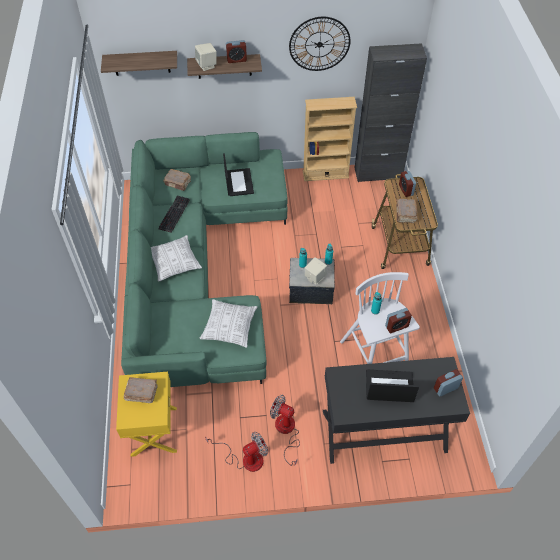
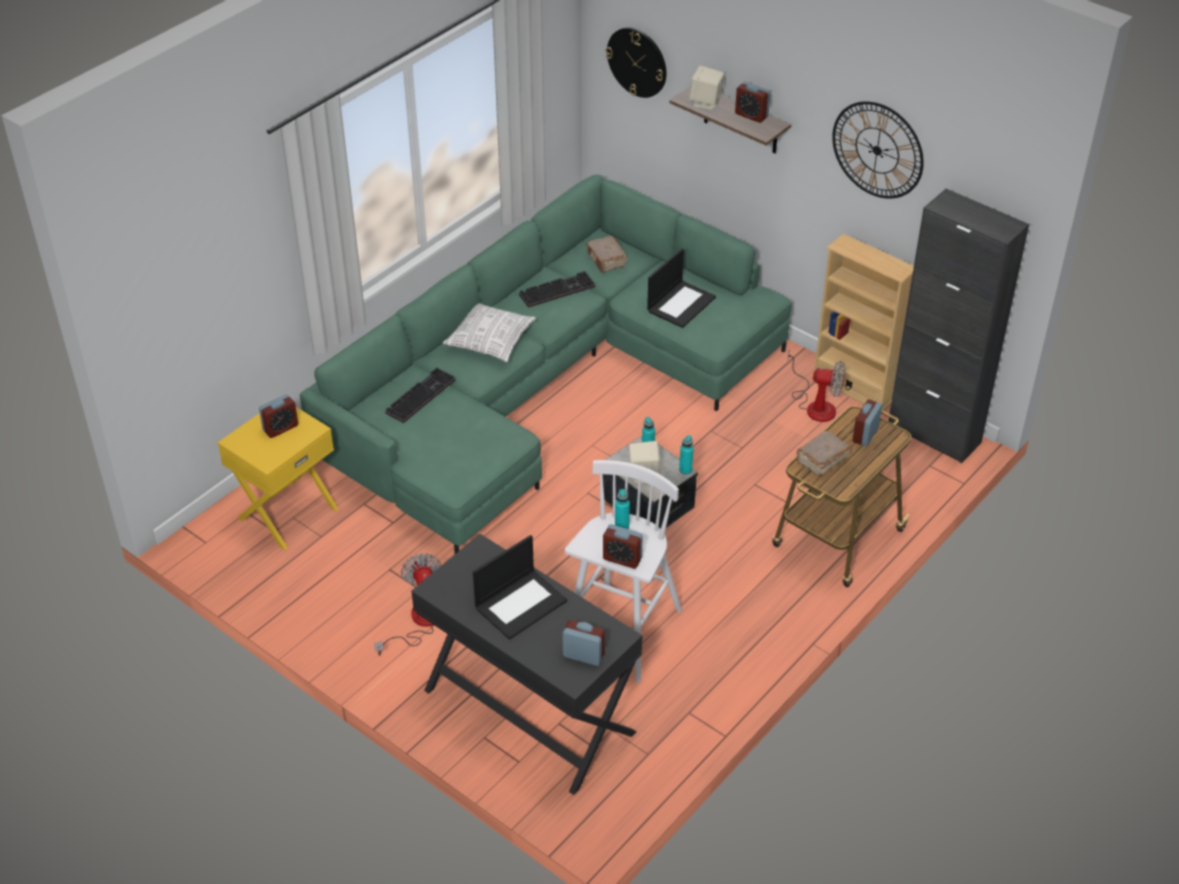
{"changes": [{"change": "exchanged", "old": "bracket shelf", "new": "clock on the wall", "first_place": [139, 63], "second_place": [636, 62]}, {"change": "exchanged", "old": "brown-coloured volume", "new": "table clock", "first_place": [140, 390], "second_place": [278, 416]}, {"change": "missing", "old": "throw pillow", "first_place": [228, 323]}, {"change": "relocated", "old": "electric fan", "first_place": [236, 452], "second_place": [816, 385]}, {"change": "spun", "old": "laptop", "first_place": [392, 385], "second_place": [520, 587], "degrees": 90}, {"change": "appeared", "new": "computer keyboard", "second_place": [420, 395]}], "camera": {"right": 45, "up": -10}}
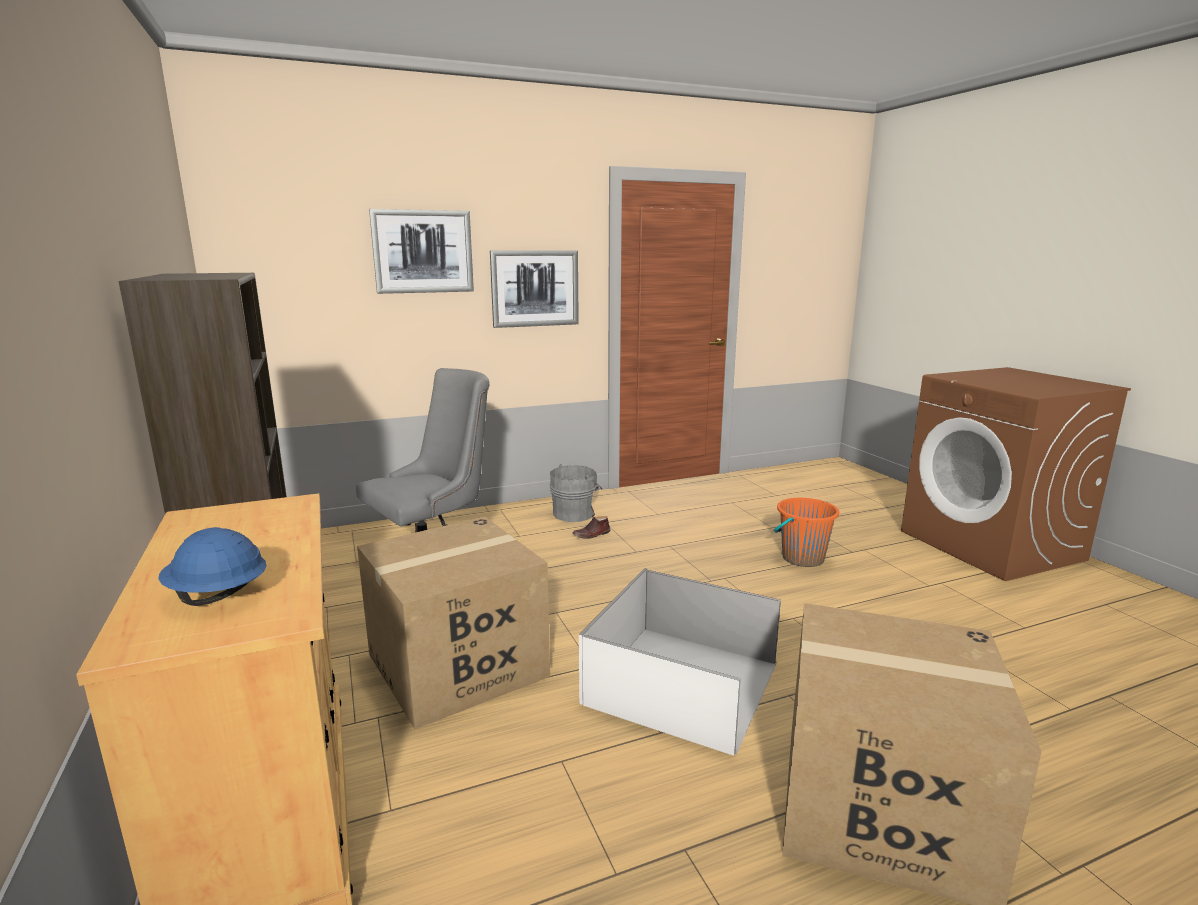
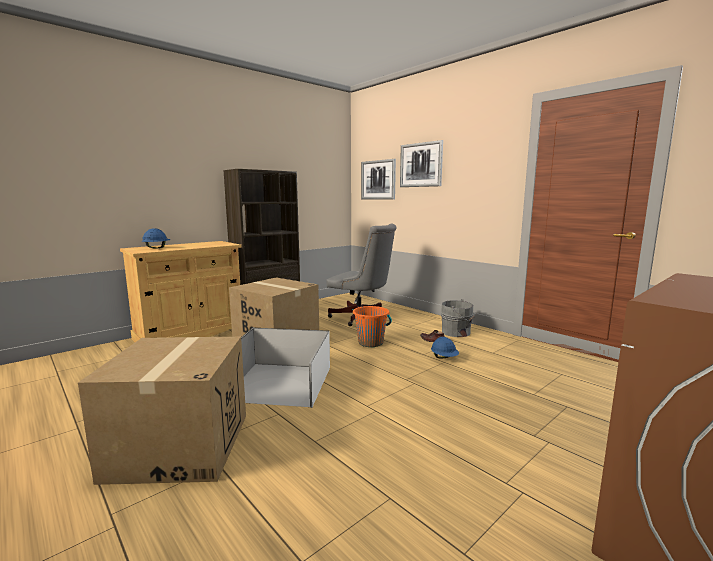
{"changes": [{"change": "relocated", "old": "picture", "first_place": [534, 289], "second_place": [378, 179]}, {"change": "relocated", "old": "orange water bucket", "first_place": [806, 532], "second_place": [372, 326]}, {"change": "appeared", "new": "blue-coloured safety helmet", "second_place": [445, 348]}], "camera": {"right": 70, "up": -5}}
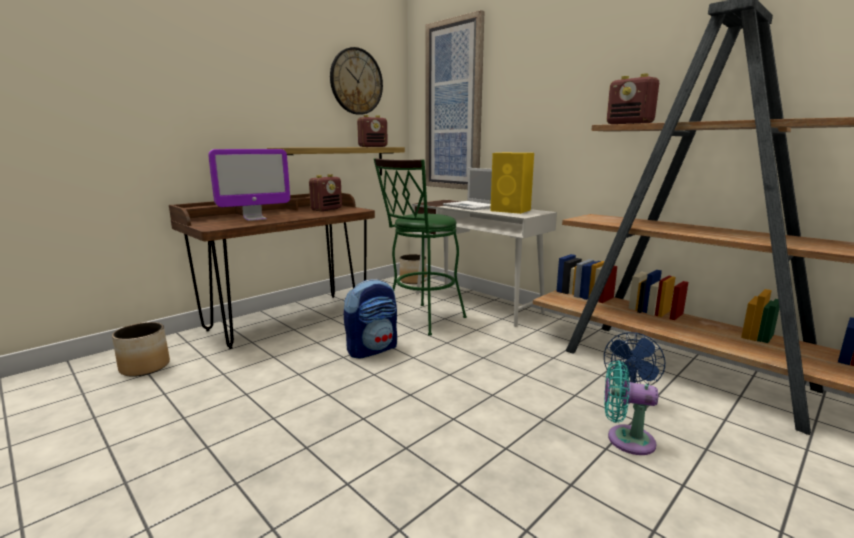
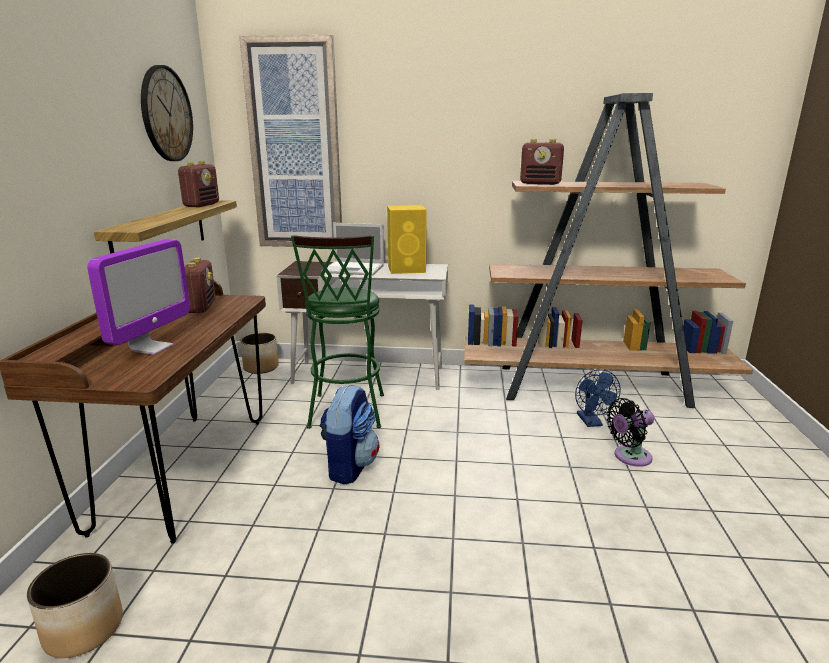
{"changes": [{"change": "colour", "old": "blue-green electric fan", "new": "blackish electric fan", "first_place": [631, 407], "second_place": [630, 432]}], "camera": {"right": -40, "up": 5}}
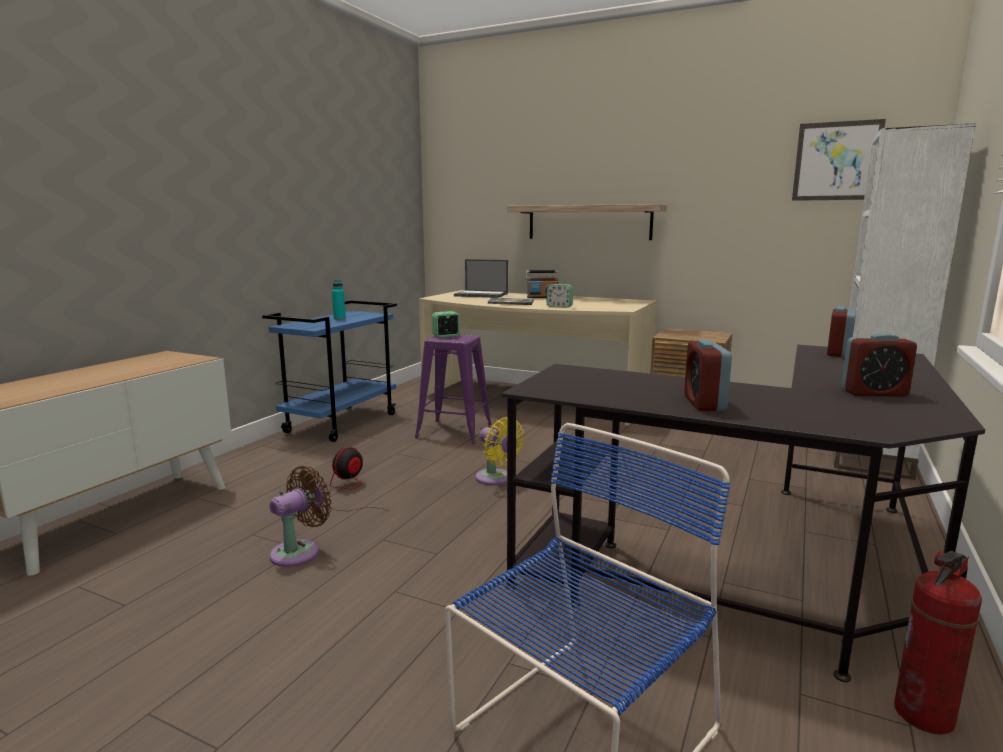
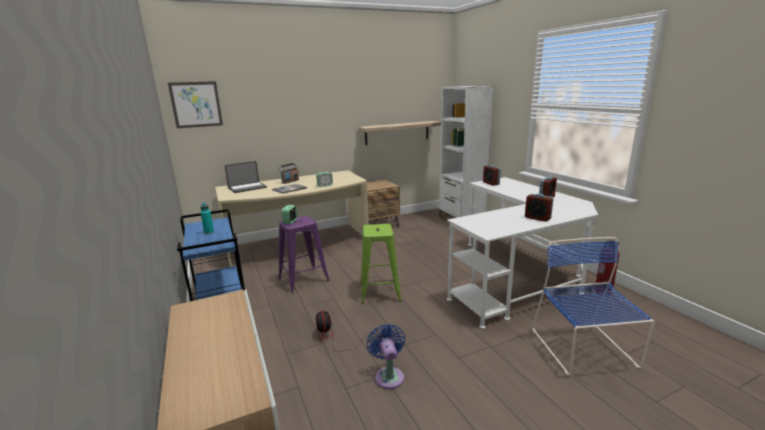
{"changes": [{"change": "colour", "old": "brown-coloured electric fan", "new": "blue-coloured electric fan", "first_place": [300, 516], "second_place": [386, 356]}, {"change": "exchanged", "old": "yellow-coloured electric fan", "new": "green sitting stool", "first_place": [499, 451], "second_place": [381, 264]}, {"change": "colour", "old": "blackish desk", "new": "white-coloured desk", "first_place": [743, 513], "second_place": [522, 253]}, {"change": "relocated", "old": "bracket shelf", "first_place": [587, 222], "second_place": [399, 133]}, {"change": "relocated", "old": "picture", "first_place": [839, 160], "second_place": [195, 104]}], "camera": {"right": -50, "up": 5}}
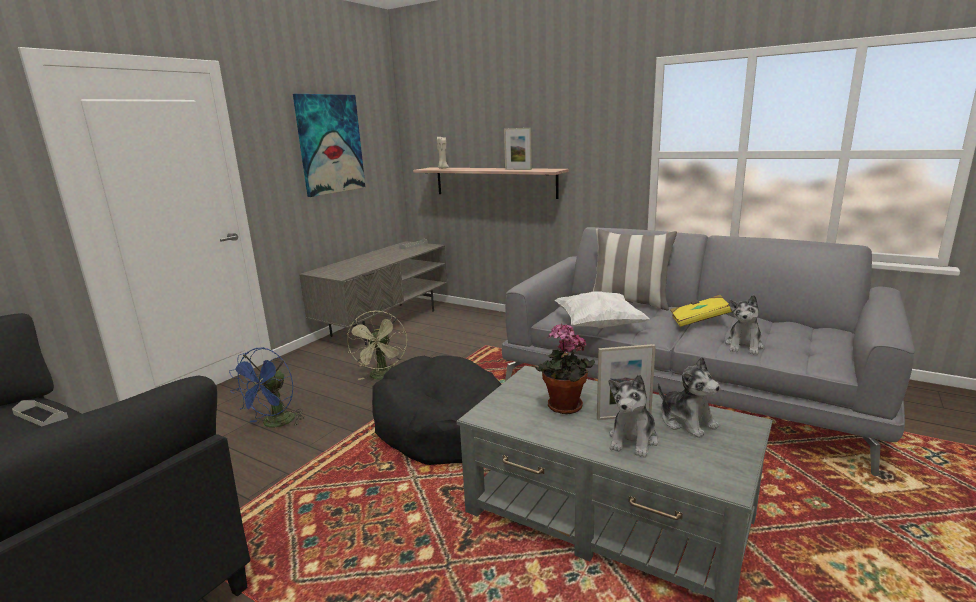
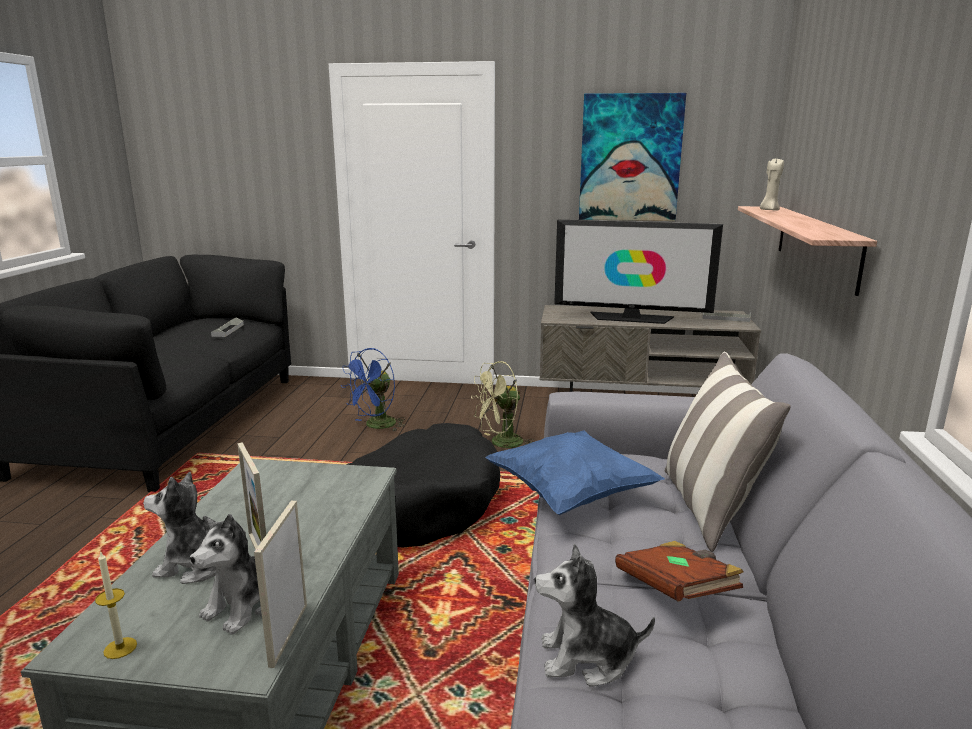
{"changes": [{"change": "spun", "old": "blue-coloured electric fan", "first_place": [267, 387], "second_place": [373, 389], "degrees": -45}, {"change": "relocated", "old": "photo frame", "first_place": [518, 149], "second_place": [280, 584]}, {"change": "missing", "old": "houseplant", "first_place": [565, 368]}, {"change": "colour", "old": "white-coloured throw pillow", "new": "blue-coloured throw pillow", "first_place": [602, 309], "second_place": [575, 473]}, {"change": "colour", "old": "yellow-coloured volume", "new": "brown-coloured volume", "first_place": [701, 311], "second_place": [679, 571]}, {"change": "appeared", "new": "wax candle", "second_place": [116, 605]}, {"change": "appeared", "new": "television", "second_place": [638, 272]}], "camera": {"right": 65, "up": 0}}
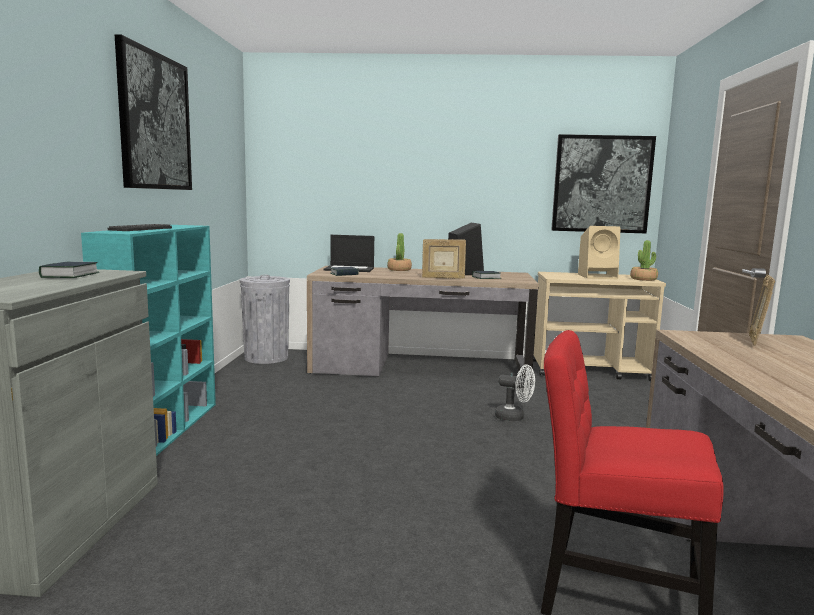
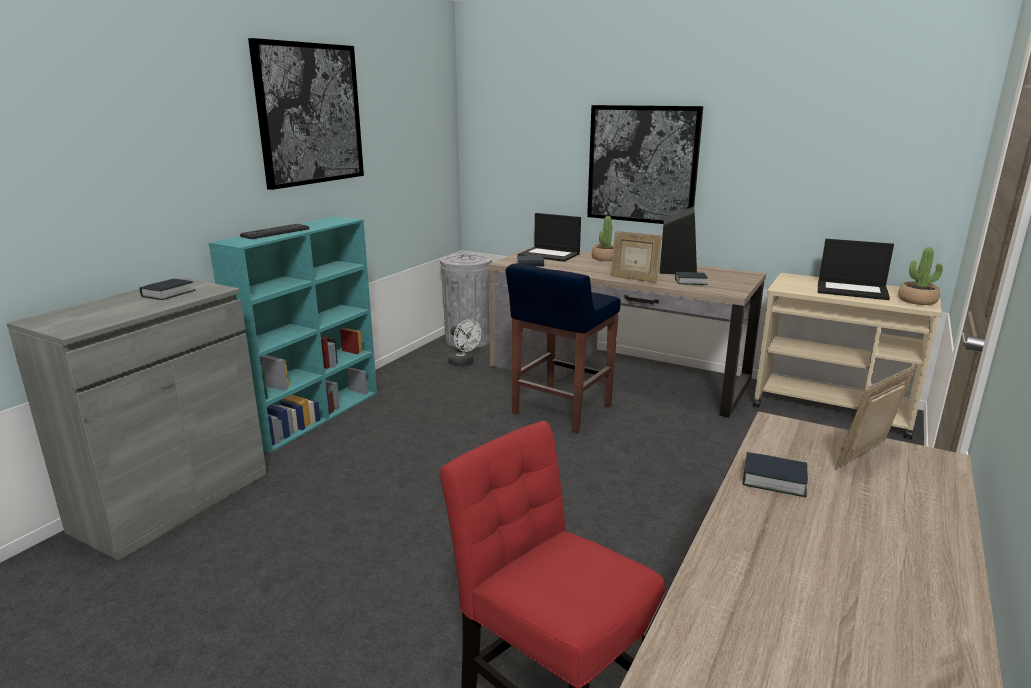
{"changes": [{"change": "relocated", "old": "white-coloured electric fan", "first_place": [515, 393], "second_place": [464, 342]}, {"change": "relocated", "old": "picture", "first_place": [603, 183], "second_place": [645, 164]}, {"change": "exchanged", "old": "sand-coloured speaker", "new": "laptop", "first_place": [599, 252], "second_place": [856, 269]}, {"change": "appeared", "new": "blue-coloured sitting stool", "second_place": [563, 348]}, {"change": "appeared", "new": "volume", "second_place": [775, 474]}], "camera": {"right": 25, "up": 10}}
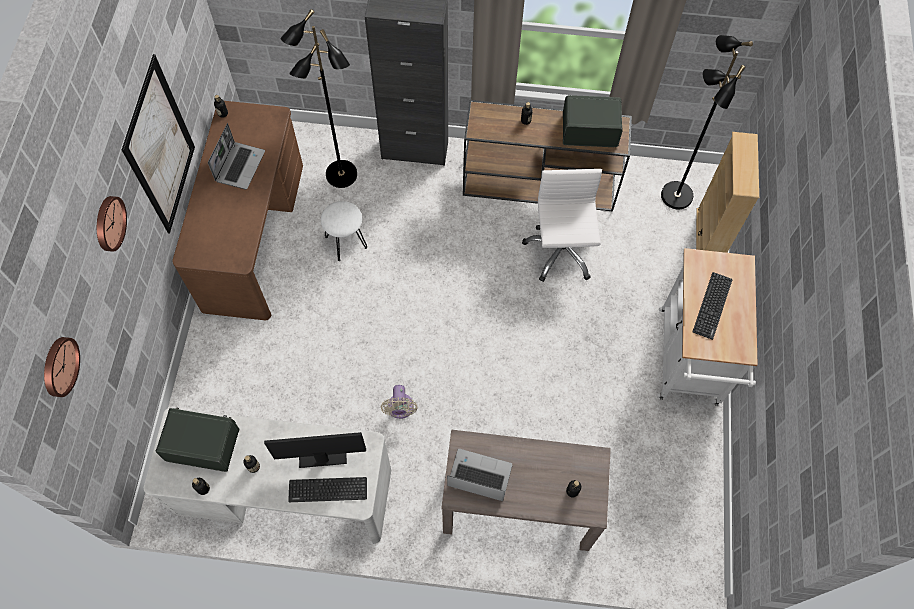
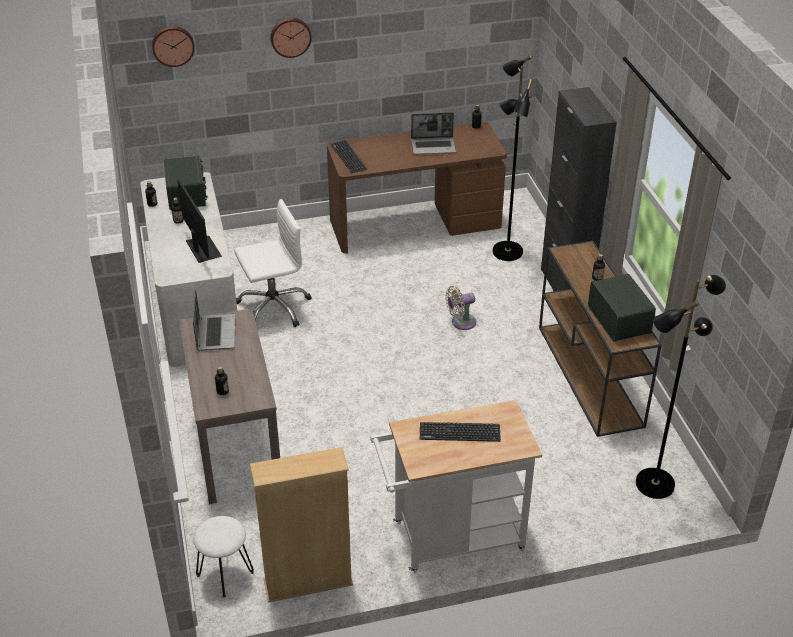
{"changes": [{"change": "missing", "old": "picture", "first_place": [158, 144]}, {"change": "relocated", "old": "computer keyboard", "first_place": [327, 489], "second_place": [349, 156]}, {"change": "relocated", "old": "white-coloured sitting stool", "first_place": [344, 231], "second_place": [223, 556]}, {"change": "relocated", "old": "sand-coloured electric fan", "first_place": [399, 402], "second_place": [460, 308]}, {"change": "relocated", "old": "white-coloured desk chair", "first_place": [562, 225], "second_place": [273, 263]}, {"change": "relocated", "old": "sand-coloured bookshelf", "first_place": [727, 192], "second_place": [301, 525]}], "camera": {"right": 70, "up": -25}}
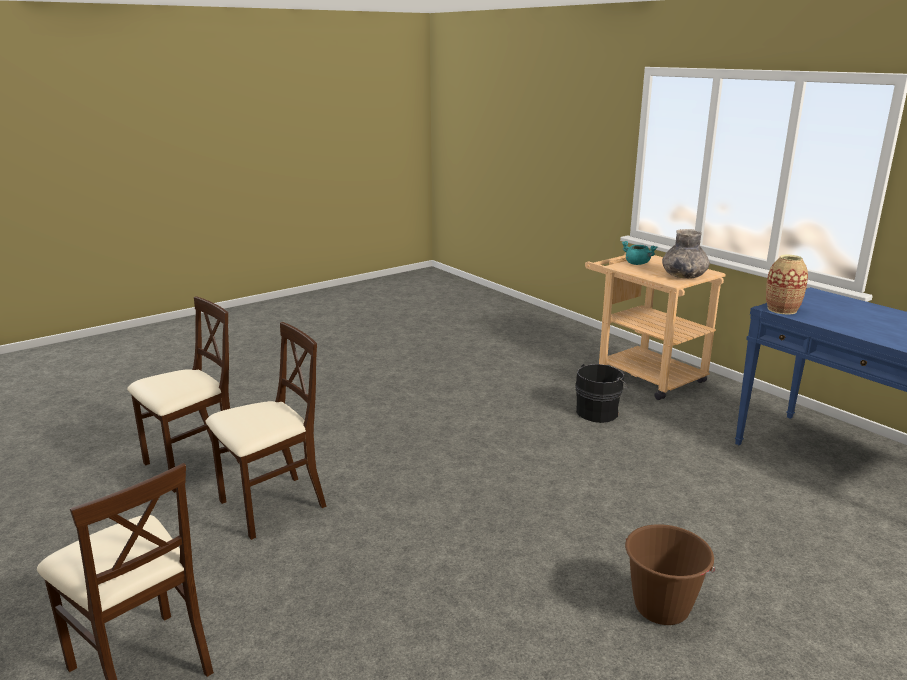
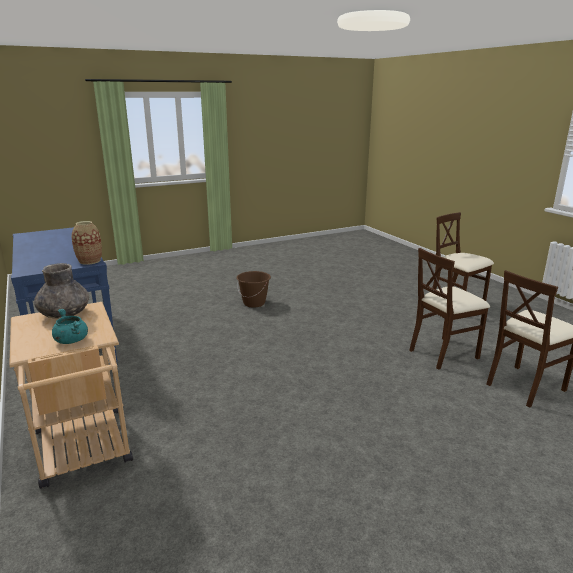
{"changes": [{"change": "missing", "old": "blackish water bucket", "first_place": [601, 393]}], "camera": {"right": -170, "up": 0}}
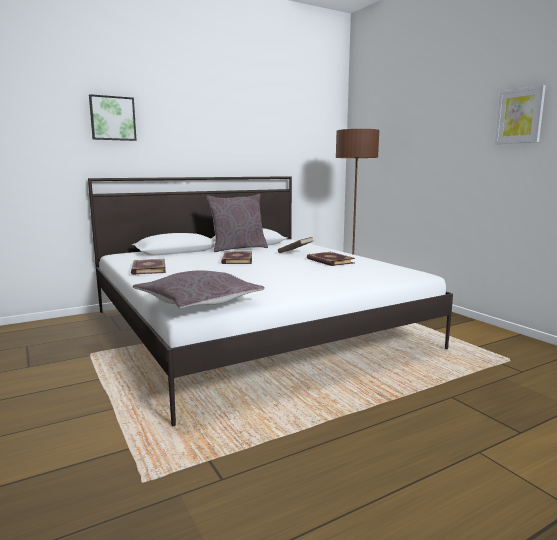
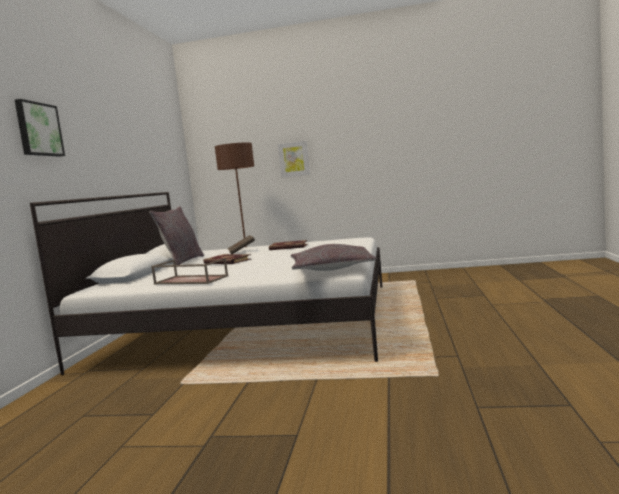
{"changes": [{"change": "exchanged", "old": "volume", "new": "brown-coloured serving tray", "first_place": [148, 267], "second_place": [189, 271]}, {"change": "relocated", "old": "picture", "first_place": [520, 114], "second_place": [294, 159]}], "camera": {"right": -50, "up": -5}}
